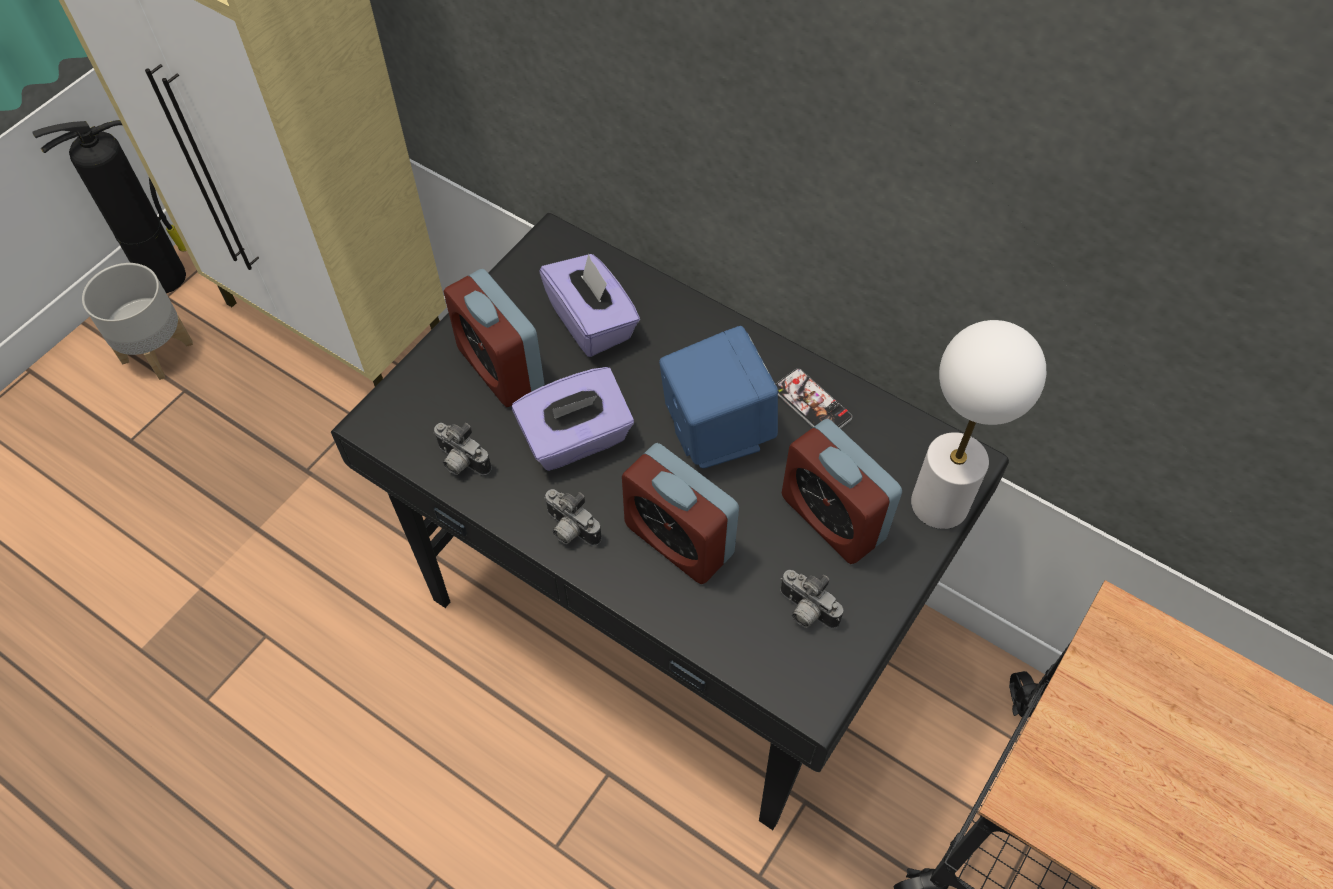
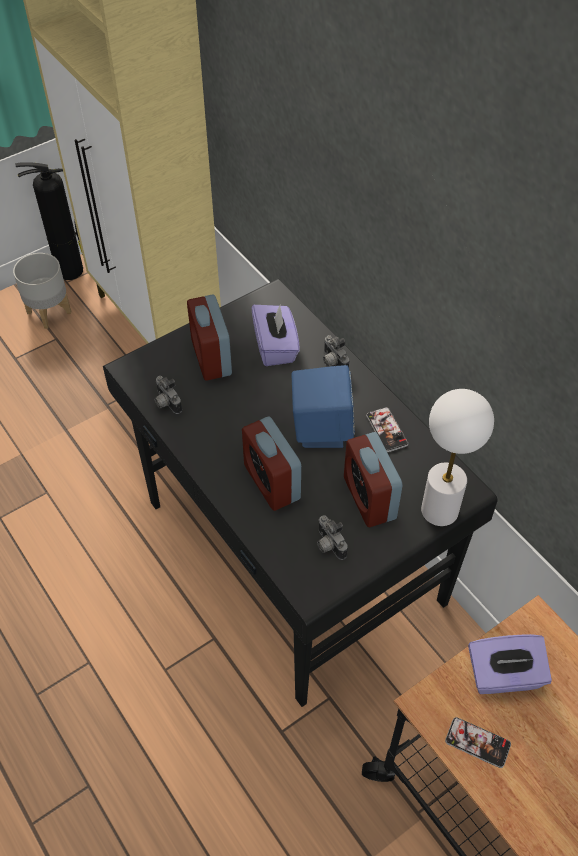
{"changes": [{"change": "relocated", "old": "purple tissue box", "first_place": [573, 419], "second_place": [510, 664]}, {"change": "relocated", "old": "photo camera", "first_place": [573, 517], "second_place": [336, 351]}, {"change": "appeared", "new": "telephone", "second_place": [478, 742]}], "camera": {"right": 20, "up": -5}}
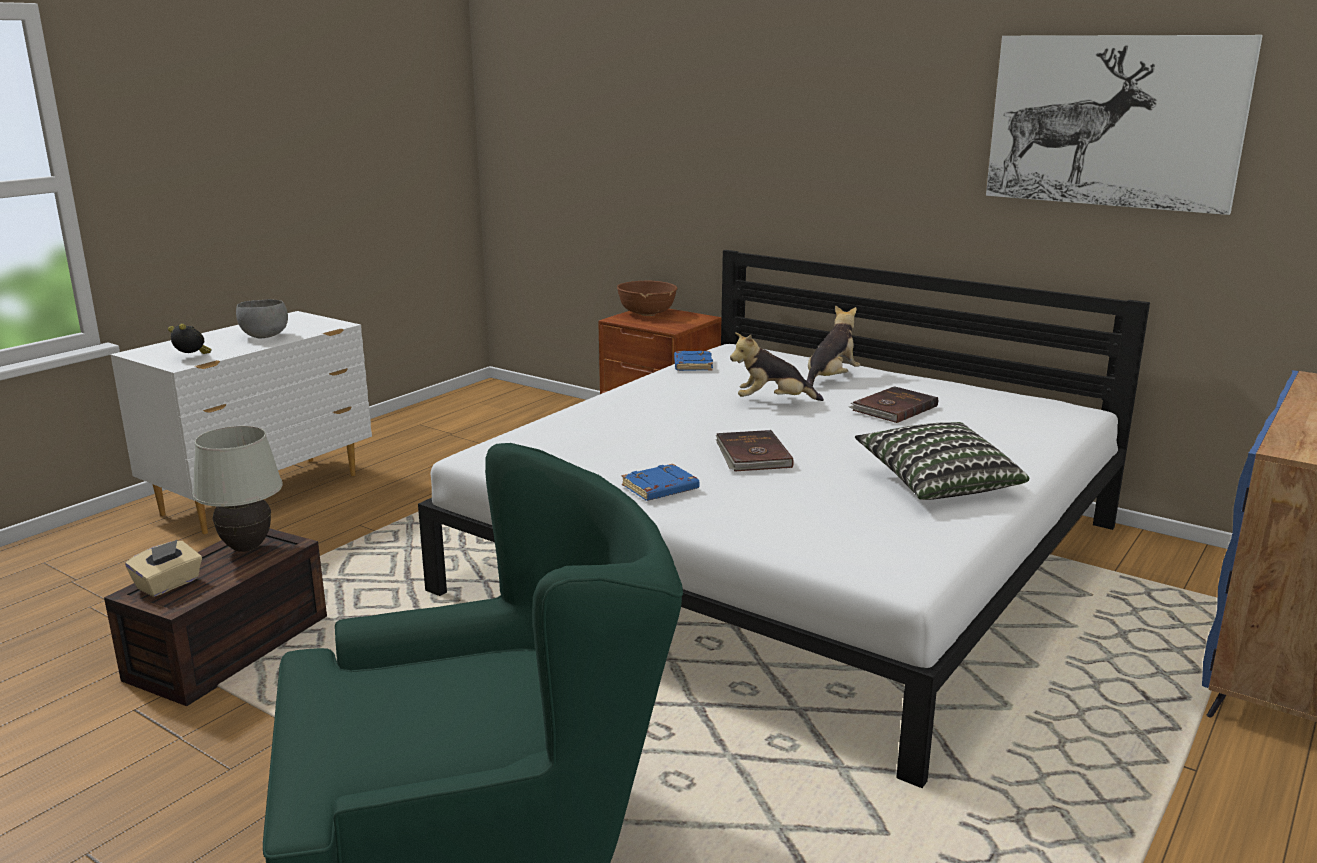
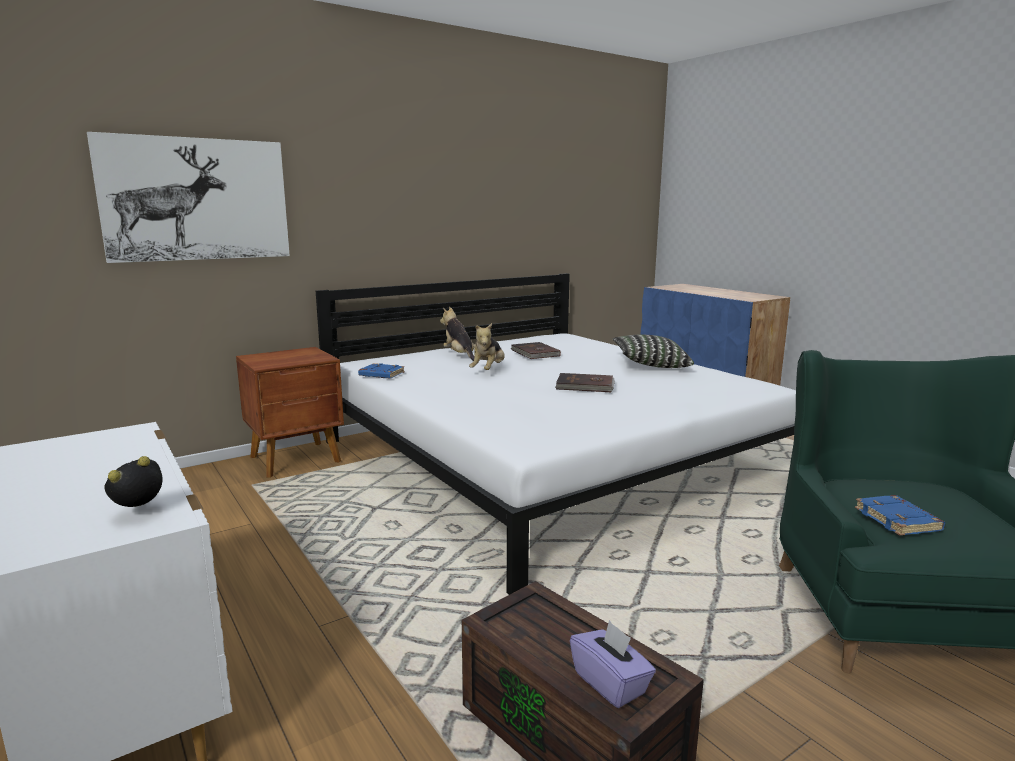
{"changes": [{"change": "colour", "old": "sand-coloured tissue box", "new": "purple tissue box", "first_place": [163, 568], "second_place": [613, 664]}, {"change": "missing", "old": "white-coloured tabletop lamp", "first_place": [237, 489]}, {"change": "missing", "old": "grey serving bowl", "first_place": [262, 318]}, {"change": "missing", "old": "brown-coloured serving bowl", "first_place": [647, 298]}, {"change": "relocated", "old": "blue-coloured volume", "first_place": [660, 482], "second_place": [900, 515]}, {"change": "relocated", "old": "picture", "first_place": [1124, 125], "second_place": [188, 197]}], "camera": {"right": -70, "up": -5}}
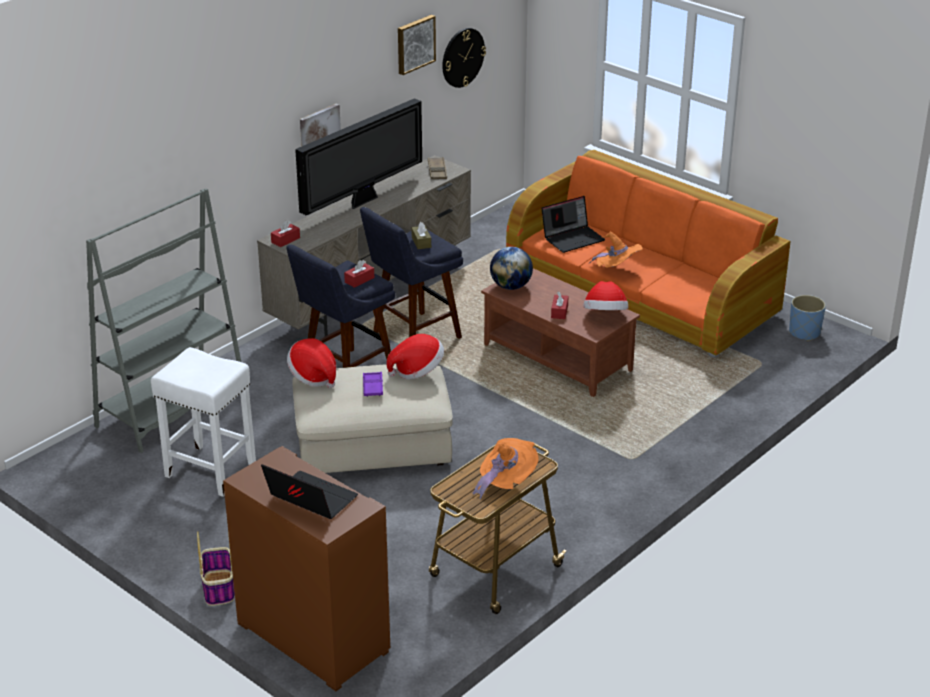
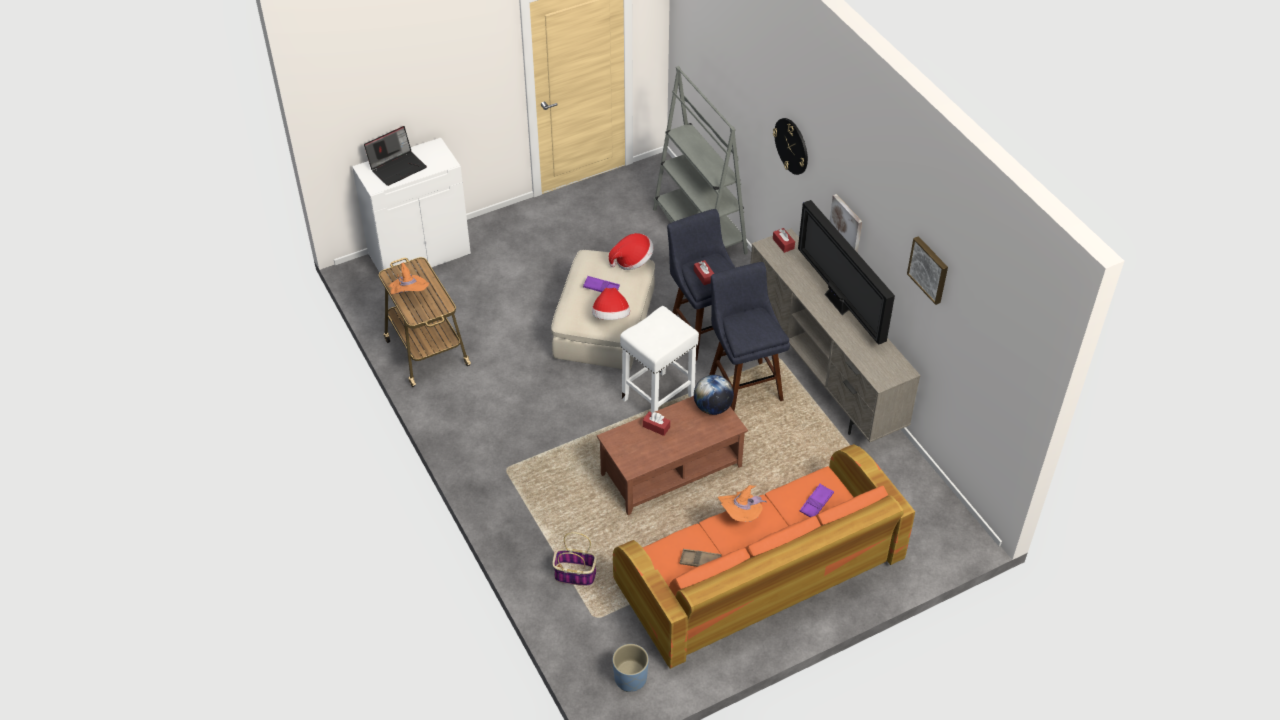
{"changes": [{"change": "relocated", "old": "white-coloured sitting stool", "first_place": [203, 422], "second_place": [659, 359]}, {"change": "relocated", "old": "storage basket", "first_place": [216, 568], "second_place": [574, 559]}, {"change": "colour", "old": "brown-coloured cupboard", "new": "white-coloured cupboard", "first_place": [306, 568], "second_place": [411, 209]}, {"change": "missing", "old": "brown-coloured tissue box", "first_place": [421, 235]}, {"change": "relocated", "old": "brown-coloured serving tray", "first_place": [437, 168], "second_place": [700, 558]}, {"change": "relocated", "old": "clock on the wall", "first_place": [464, 58], "second_place": [790, 146]}, {"change": "exchanged", "old": "laptop", "new": "purple serving tray", "first_place": [573, 224], "second_place": [817, 500]}, {"change": "missing", "old": "wearable hat", "first_place": [606, 295]}], "camera": {"right": 110, "up": 15}}
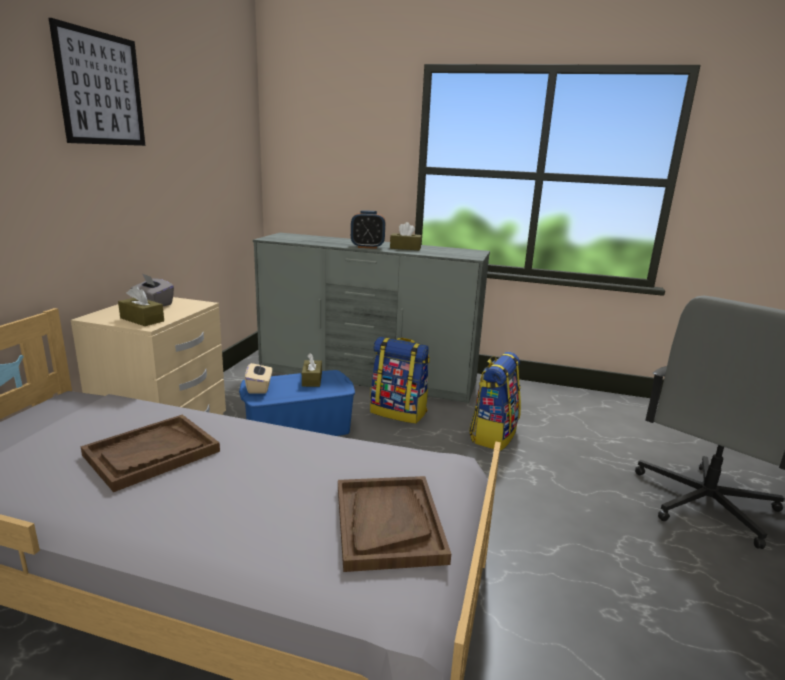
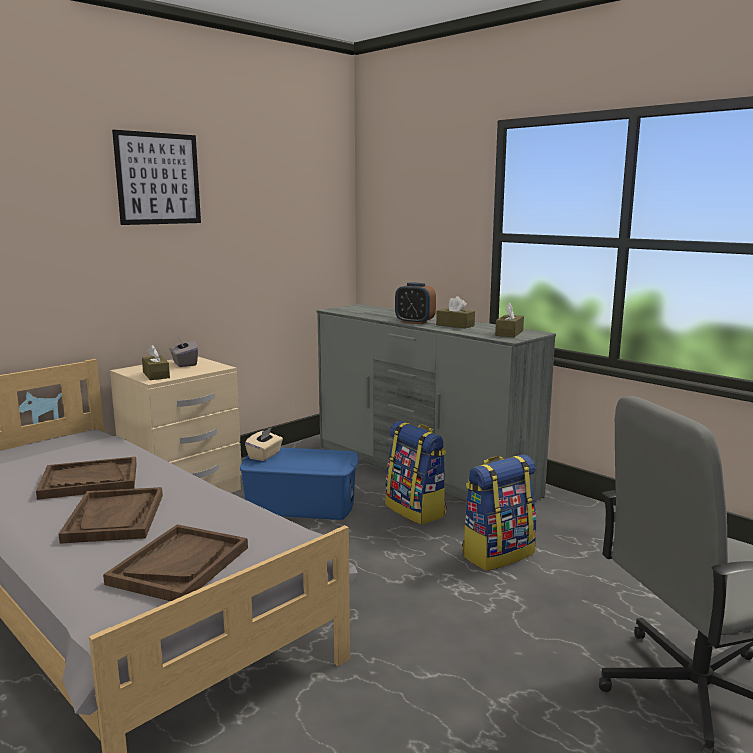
{"changes": [{"change": "relocated", "old": "brown-coloured tissue box", "first_place": [312, 370], "second_place": [509, 319]}, {"change": "appeared", "new": "brown-coloured serving tray", "second_place": [111, 515]}], "camera": {"right": 30, "up": -5}}
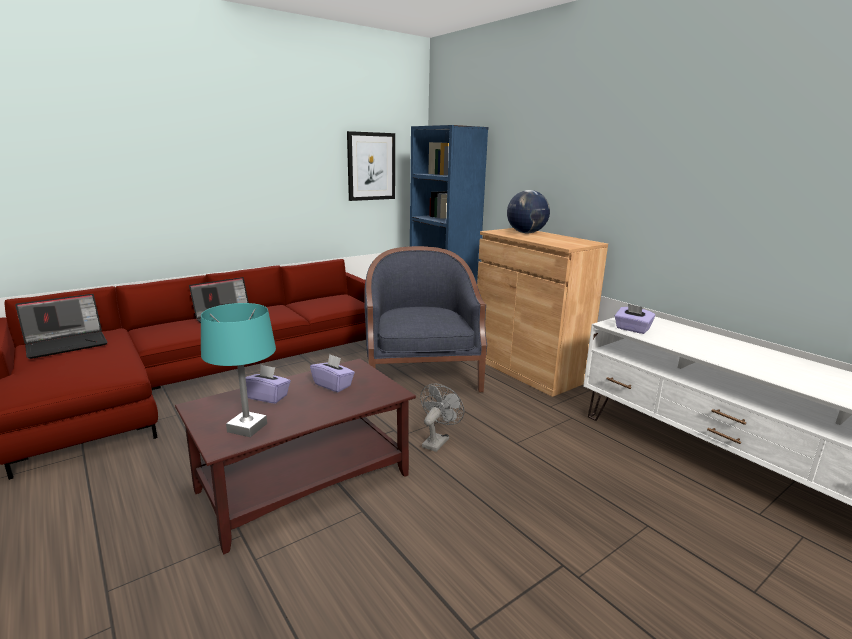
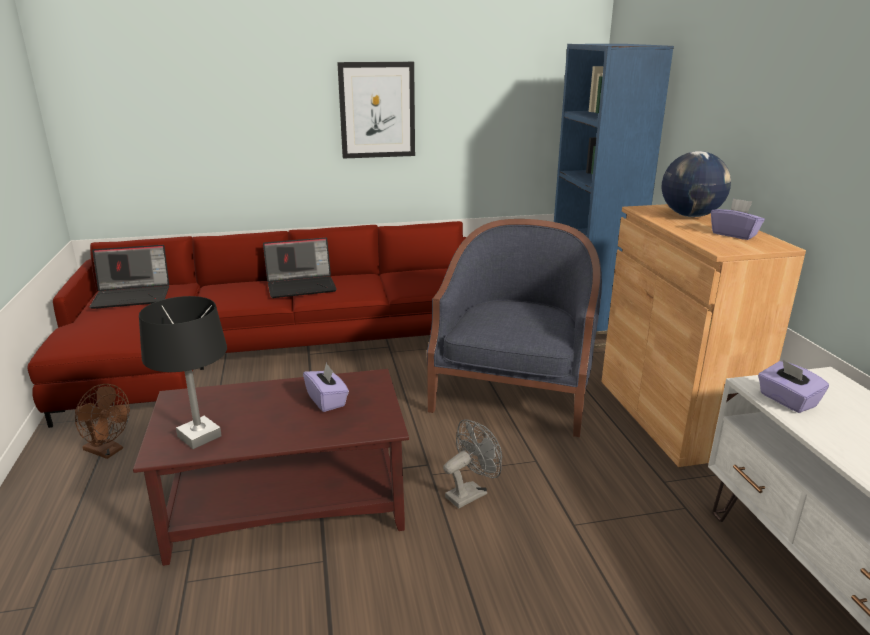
{"changes": [{"change": "colour", "old": "blue-green tabletop lamp", "new": "blackish tabletop lamp", "first_place": [238, 370], "second_place": [183, 372]}, {"change": "relocated", "old": "purple tissue box", "first_place": [268, 384], "second_place": [738, 219]}, {"change": "relocated", "old": "picture", "first_place": [371, 166], "second_place": [376, 110]}, {"change": "appeared", "new": "brown-coloured electric fan", "second_place": [102, 421]}], "camera": {"right": 25, "up": 5}}
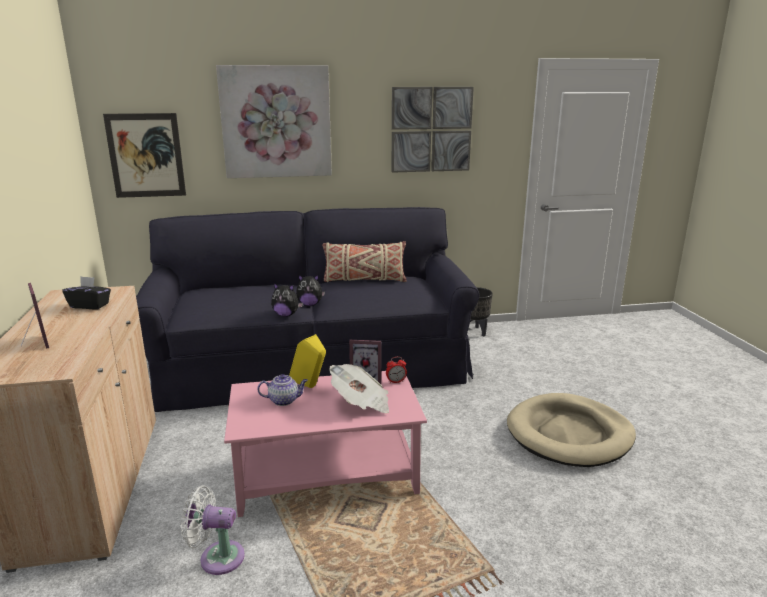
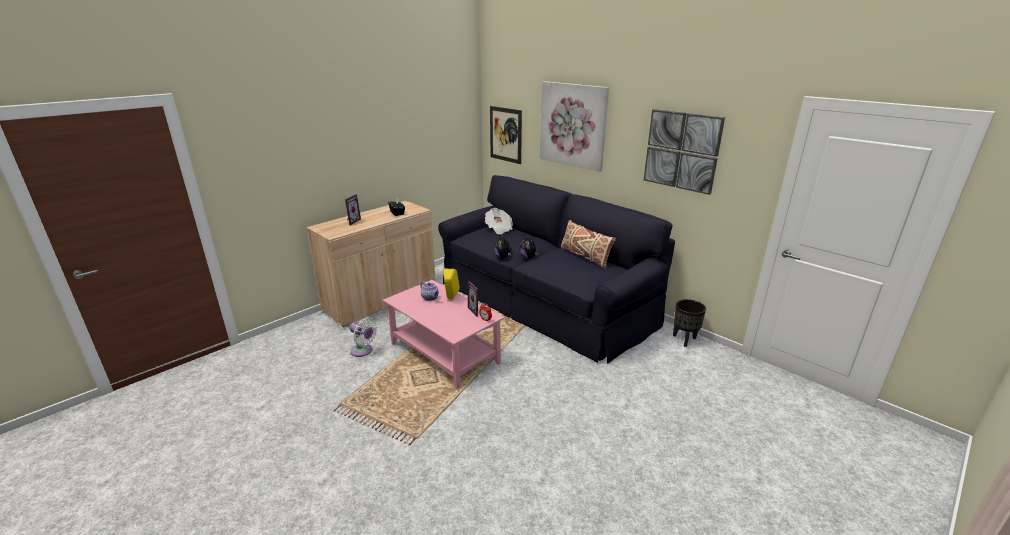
{"changes": [{"change": "spun", "old": "white-coloured electric fan", "first_place": [212, 530], "second_place": [363, 337], "degrees": 150}, {"change": "relocated", "old": "newspaper", "first_place": [359, 389], "second_place": [499, 221]}, {"change": "missing", "old": "sand-coloured dog cushion", "first_place": [571, 430]}], "camera": {"right": 55, "up": 5}}
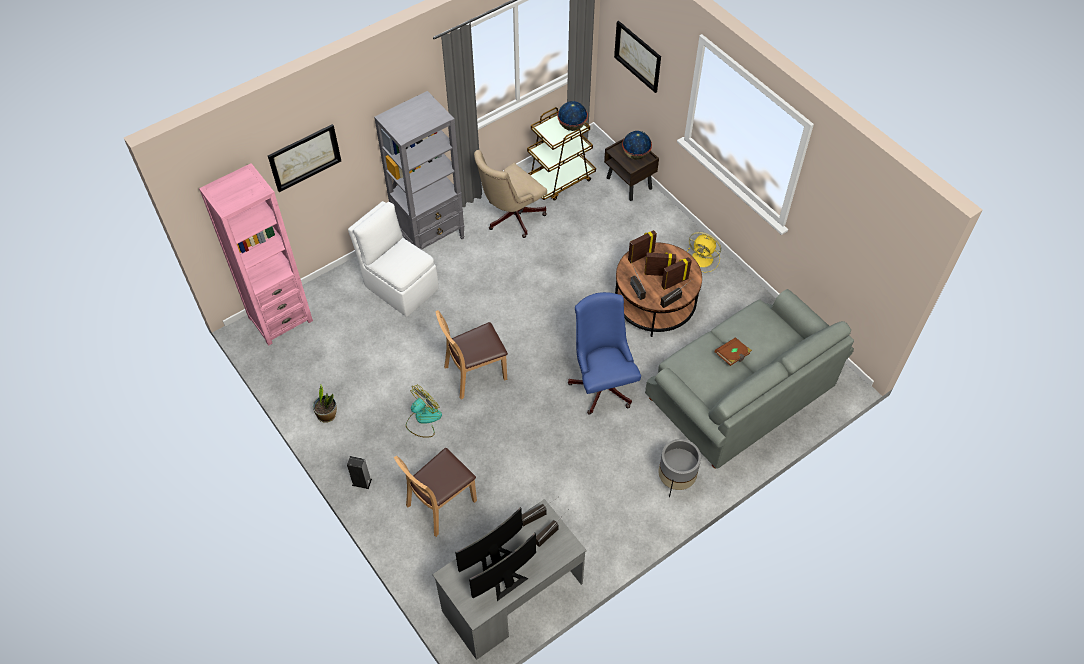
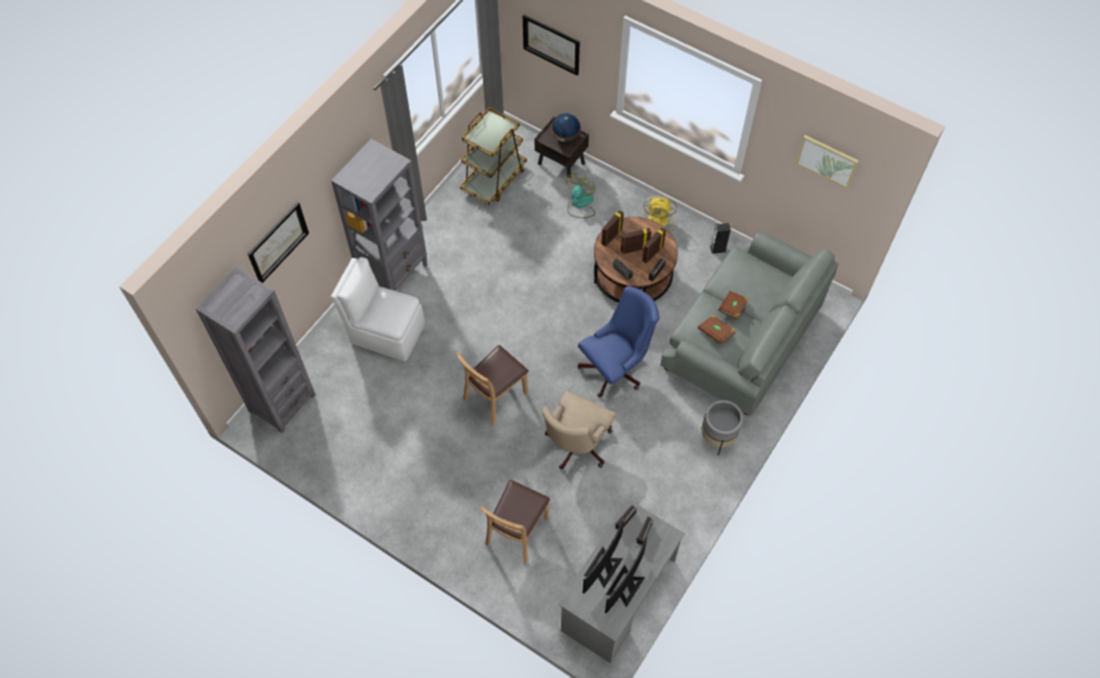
{"changes": [{"change": "colour", "old": "pink bookshelf", "new": "grey bookshelf", "first_place": [256, 254], "second_place": [255, 350]}, {"change": "missing", "old": "houseplant", "first_place": [325, 404]}, {"change": "relocated", "old": "speaker", "first_place": [359, 472], "second_place": [720, 238]}, {"change": "relocated", "old": "electric fan", "first_place": [424, 411], "second_place": [580, 195]}, {"change": "relocated", "old": "sand-coloured desk chair", "first_place": [510, 194], "second_place": [579, 429]}, {"change": "missing", "old": "globe", "first_place": [572, 116]}, {"change": "spun", "old": "blue-coloured desk chair", "first_place": [604, 353], "second_place": [618, 341], "degrees": 90}, {"change": "appeared", "new": "brown-coloured volume", "second_place": [717, 329]}, {"change": "appeared", "new": "picture", "second_place": [827, 162]}], "camera": {"right": -20, "up": 5}}
